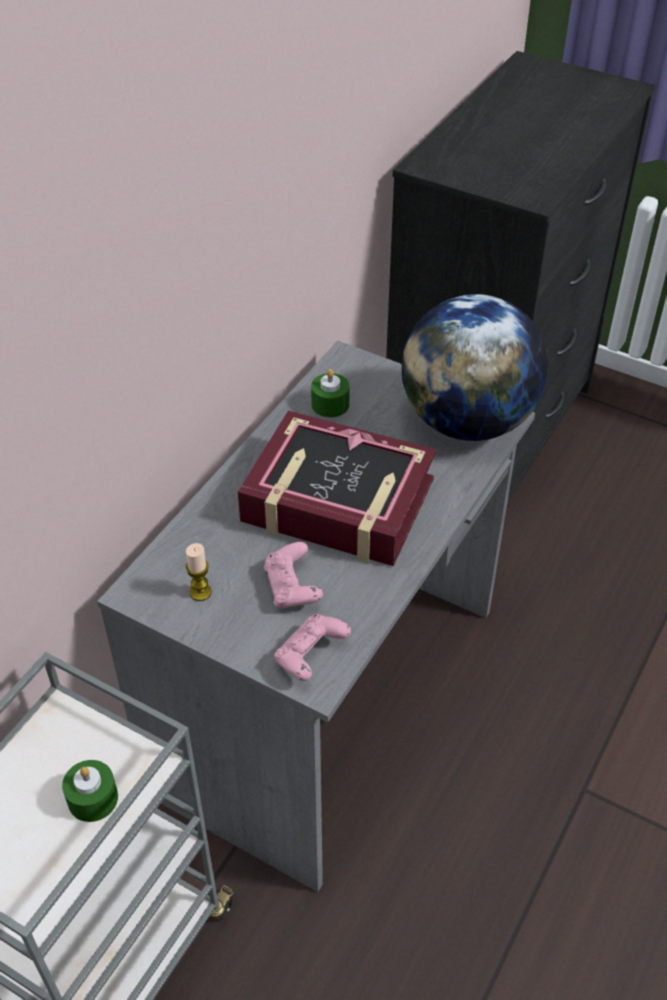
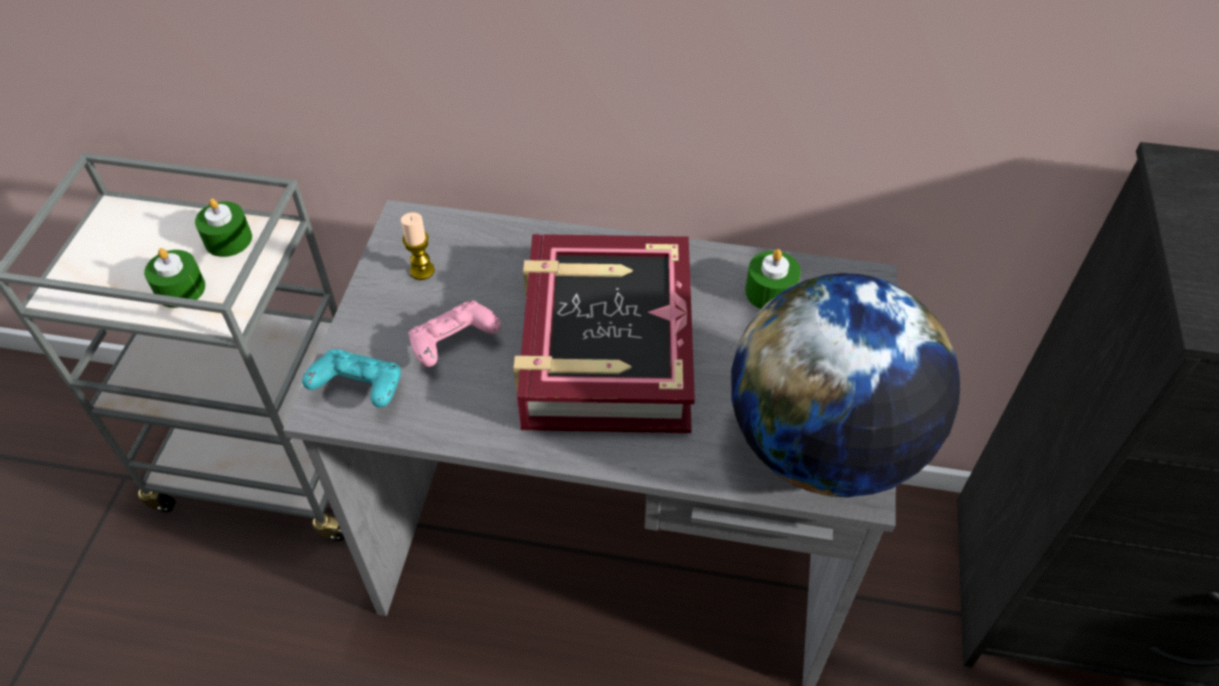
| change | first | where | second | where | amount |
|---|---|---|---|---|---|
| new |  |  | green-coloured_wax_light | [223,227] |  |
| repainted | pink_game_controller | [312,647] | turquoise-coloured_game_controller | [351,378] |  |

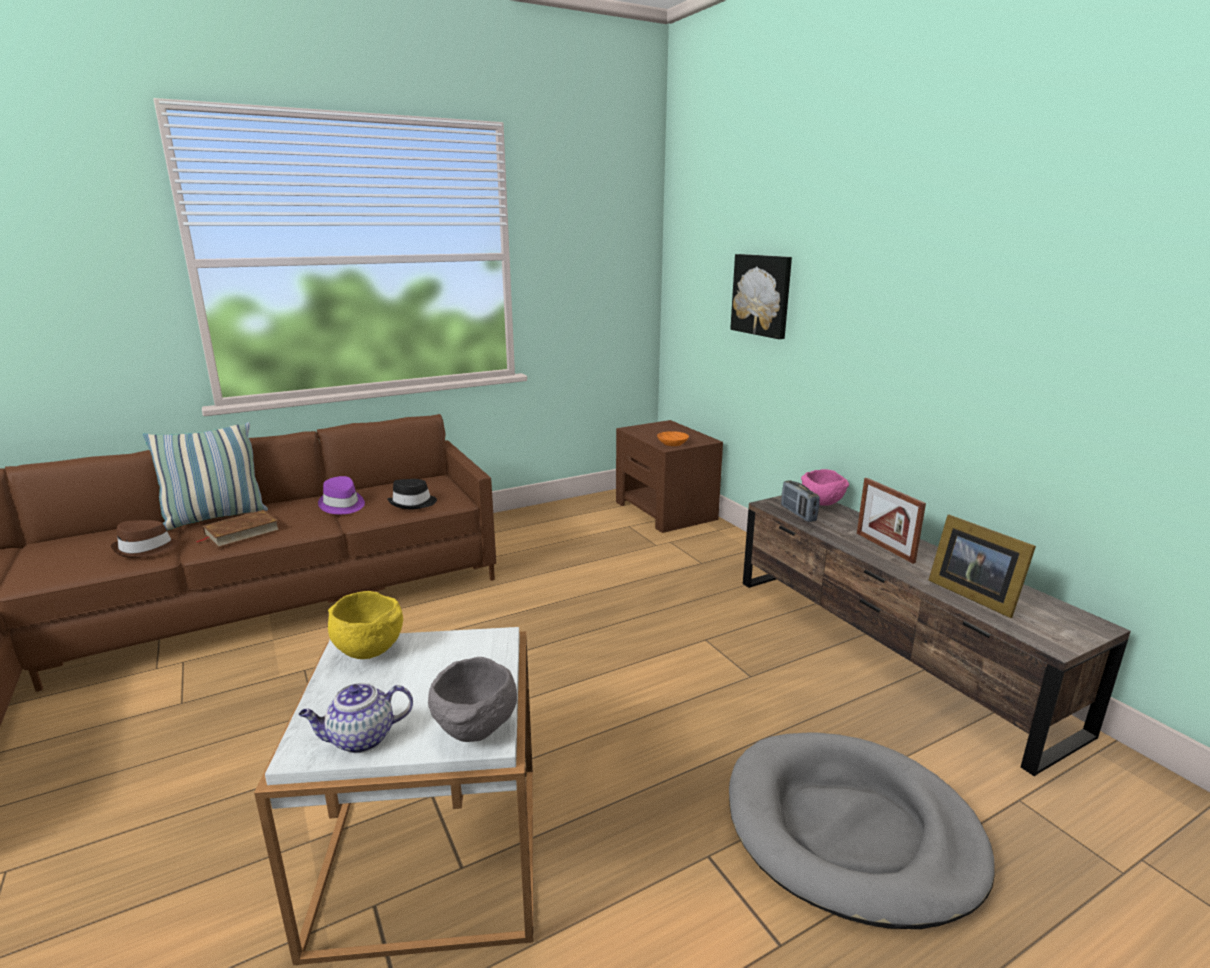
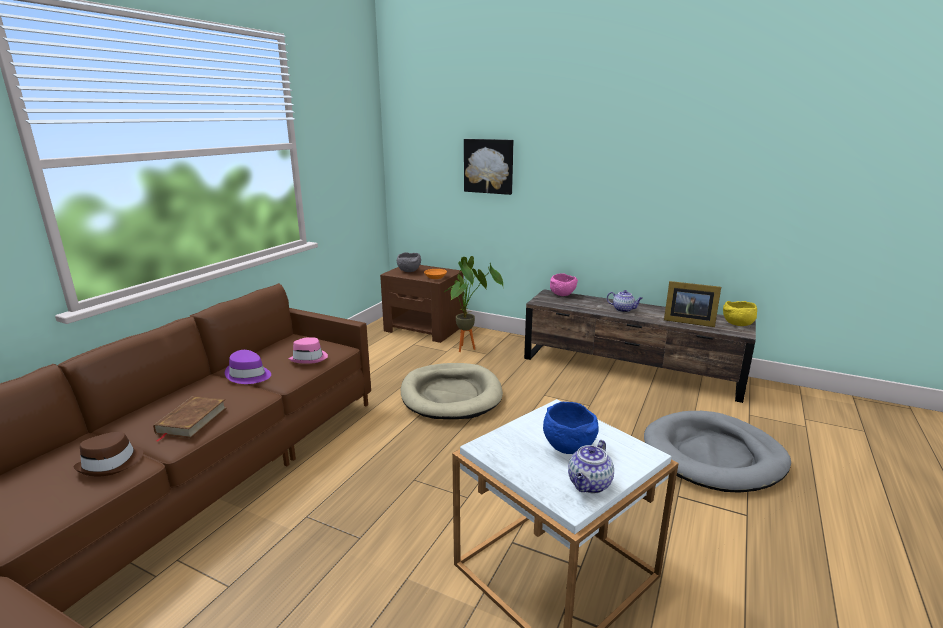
| change | first | where | second | where | amount |
|---|---|---|---|---|---|
| repainted | black_clothing_hat | [412,494] | pink_clothing_hat | [308,350] |  |
| shifted | grey_deep_dish | [472,699] |  | [409,262] |  |
| new |  |  | beige_dog_bed | [451,391] |  |
| new |  |  | houseplant | [474,304] |  |
| new |  |  | blue_deep_dish | [571,428] |  |
| swapped | picture_frame | [891,521] | teapot | [625,301] |  |
| shifted | yellow-coloured_deep_dish | [365,625] |  | [740,313] |  |
| gone | cushion | [205,476] |  |  |  |
| gone | radio_set | [800,501] |  |  |  |

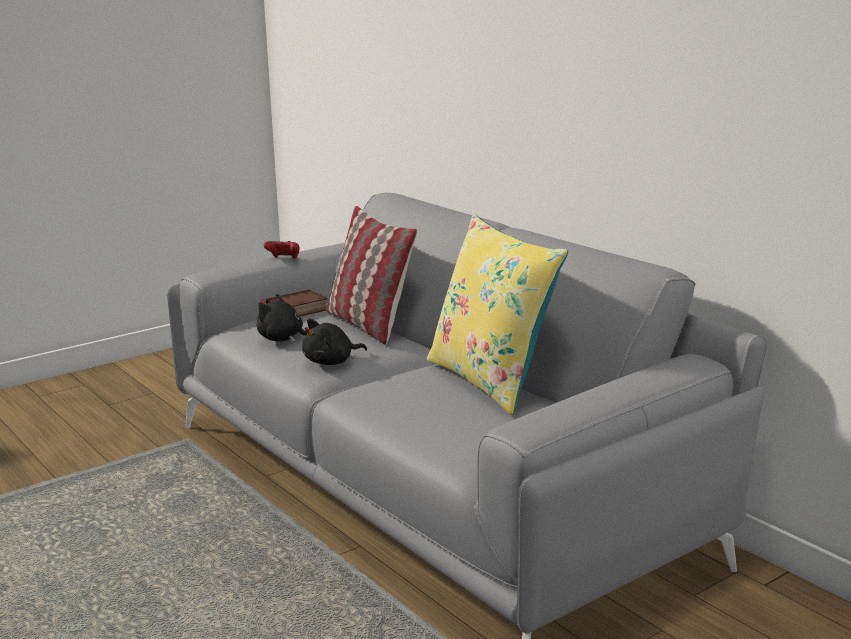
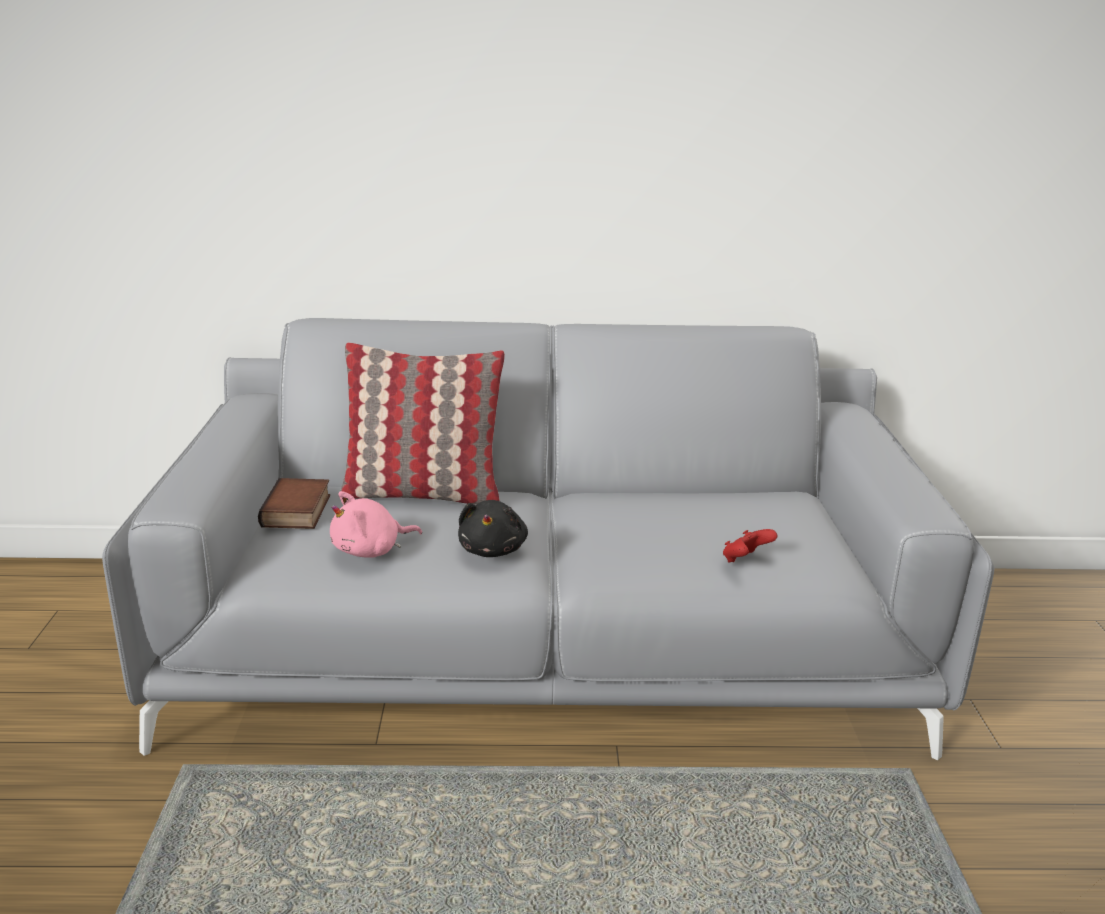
| change | first | where | second | where | amount |
|---|---|---|---|---|---|
| repainted | black_cuddly_toy | [281,318] | pink_cuddly_toy | [376,524] |  |
| shifted | red-coloured_game_controller | [281,250] |  | [750,546] |  |
| gone | yellow-coloured_cushion | [497,315] |  |  |  |

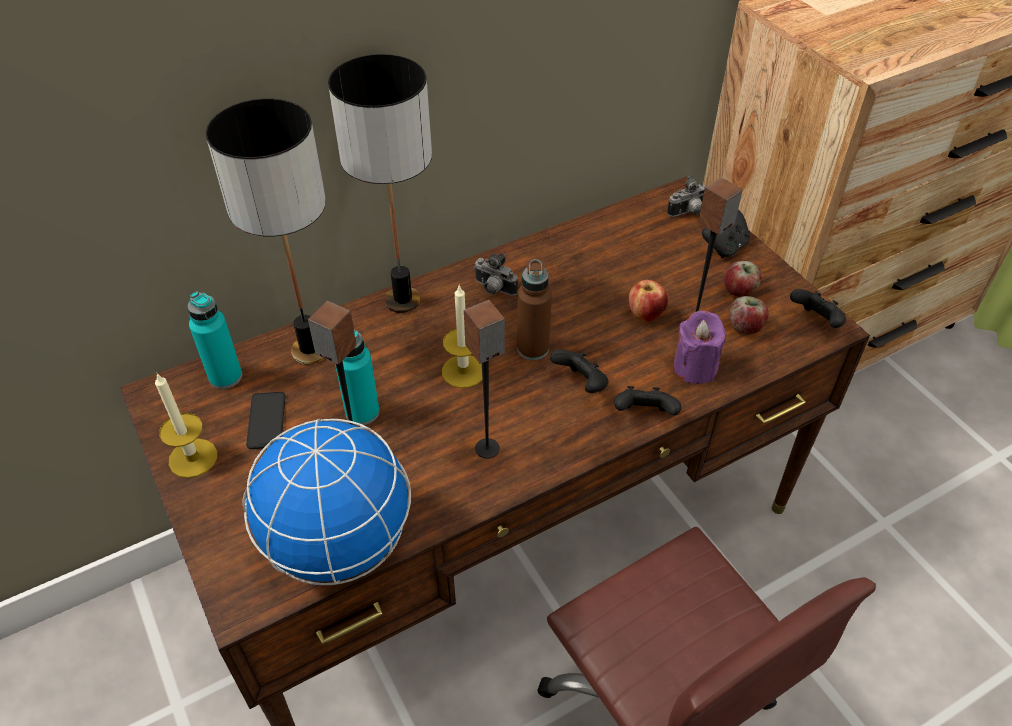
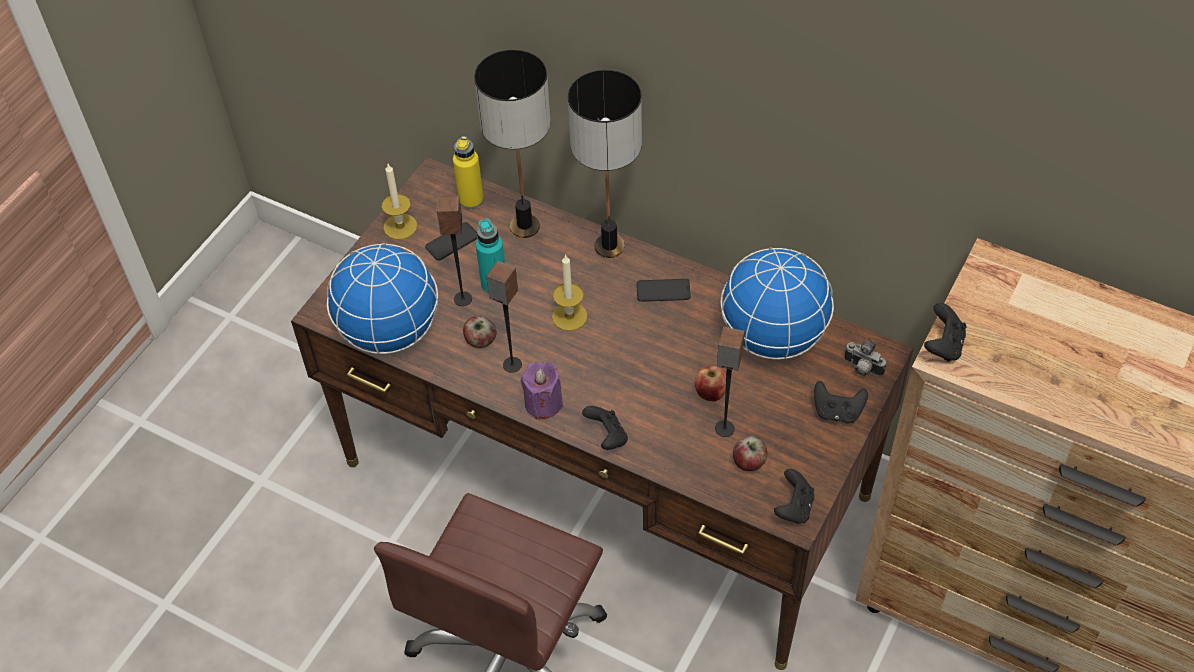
| change | first | where | second | where | amount |
|---|---|---|---|---|---|
| repainted | turquoise-coloured_bottle | [214,340] | yellow-coloured_bottle | [468,172] |  |
| shifted | apple_fruit | [743,279] |  | [480,332] |  |
| shifted | purple_wax_light | [699,347] |  | [542,390] |  |
| swapped | photo_camera | [496,274] | phone | [663,290] |  |
| new |  |  | world_globe | [777,303] |  |
| shifted | black_game_controller | [579,371] |  | [945,332] |  |
| gone | brown_bottle | [534,309] |  |  |  |

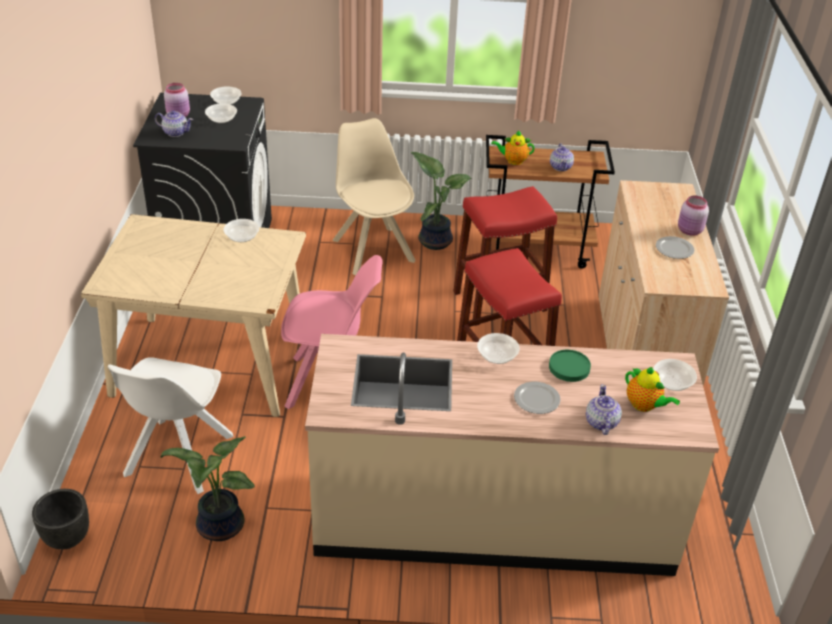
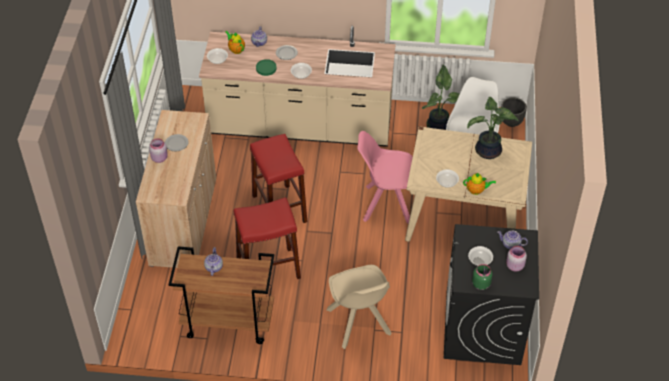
| change | first | where | second | where | amount |
|---|---|---|---|---|---|
| shifted | teapot | [513,147] |  | [479,184] |  |
| shifted | houseplant | [441,201] |  | [493,128] |  |
| swapped | deep_dish | [226,95] | green-coloured_preserve_jar | [482,277] |  |

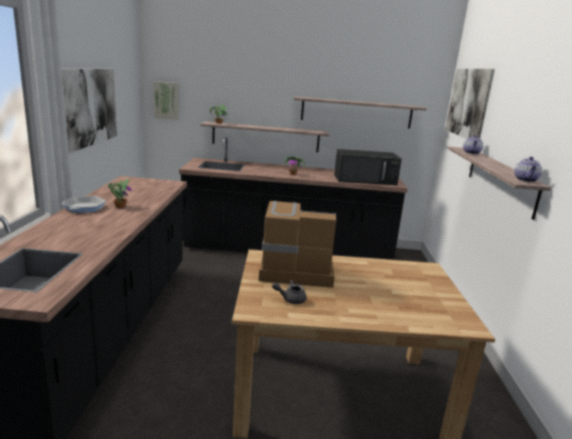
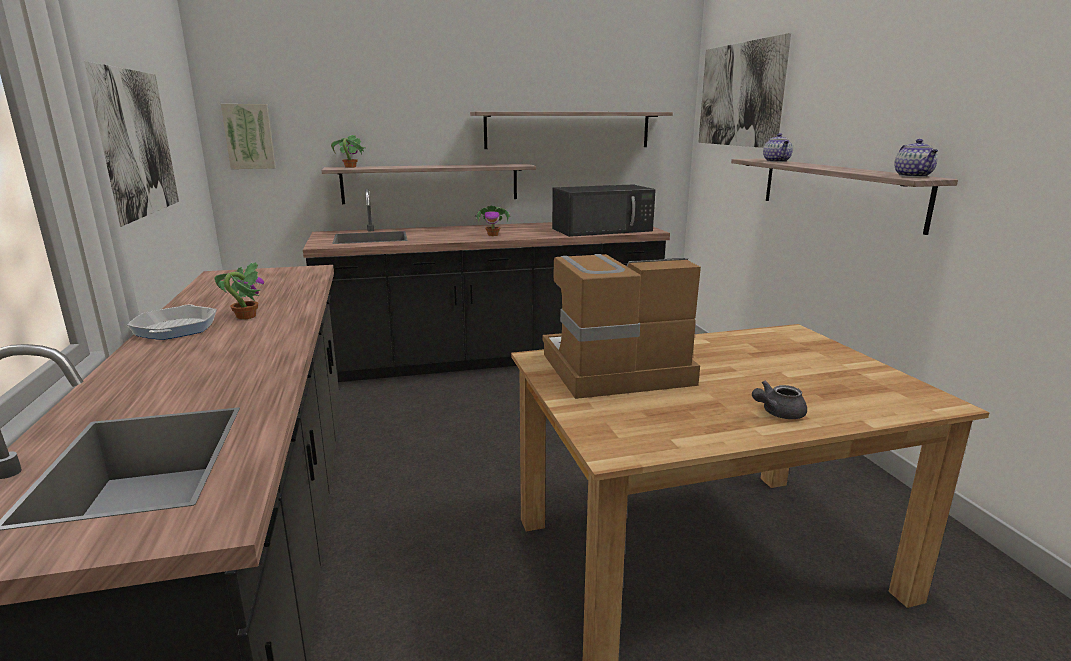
| change | first | where | second | where | amount |
|---|---|---|---|---|---|
| shifted | grey_teapot | [289,292] |  | [779,400] |  |

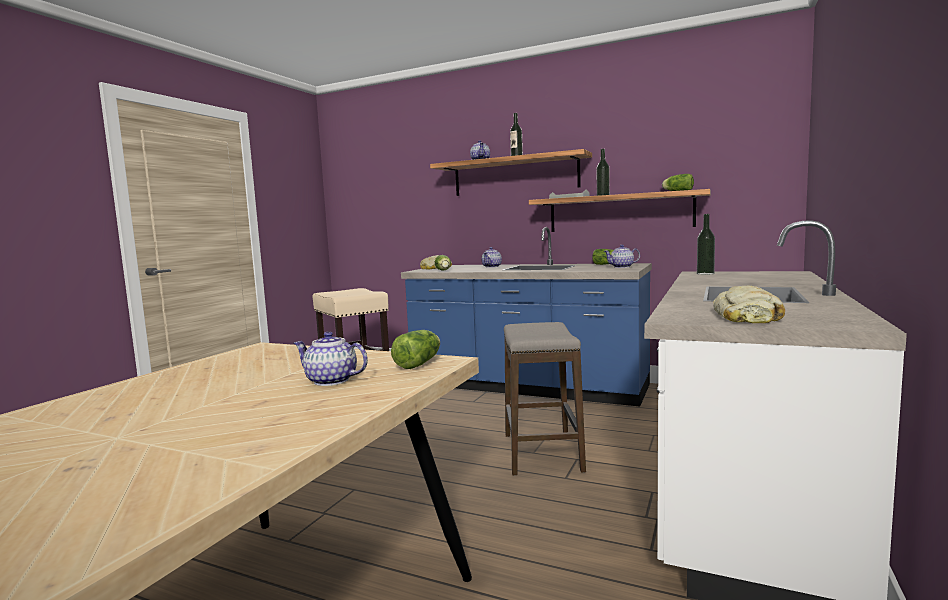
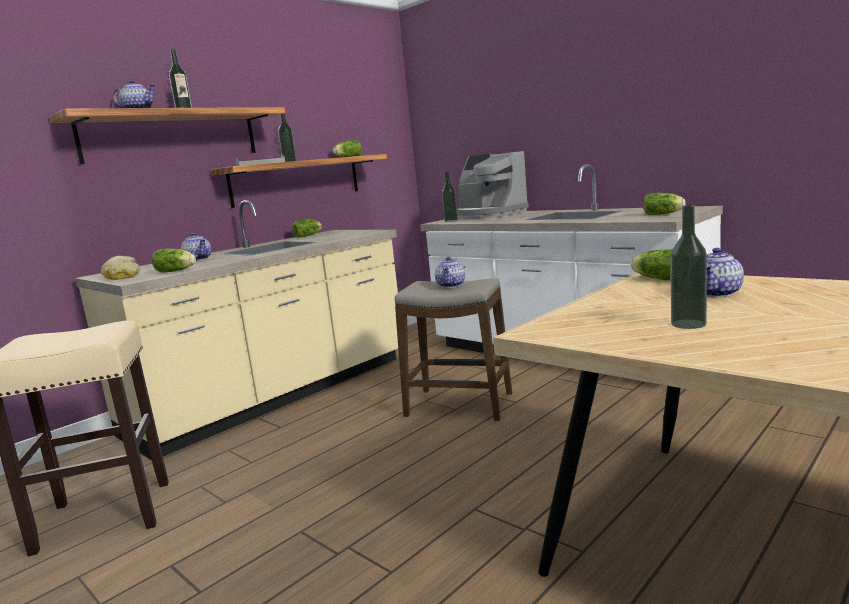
| change | first | where | second | where | amount |
|---|---|---|---|---|---|
| repainted | blue_kitchen_counter | [526,317] | beige_kitchen_counter | [236,330] |  |
| shifted | teapot | [622,256] |  | [450,272] |  |
| new |  |  | coffee_brewer | [493,185] |  |
| swapped | bread | [749,304] | lettuce_head | [664,204] |  |
| new |  |  | bottle | [688,267] |  |

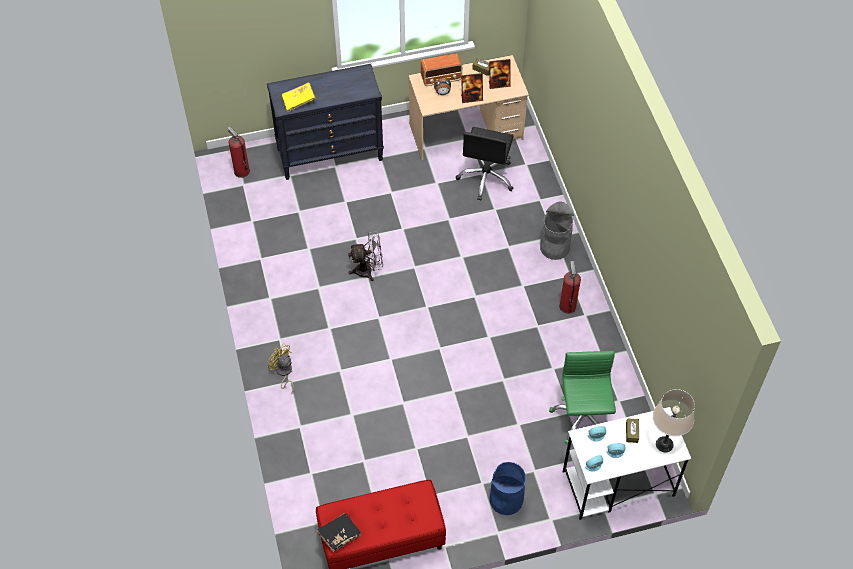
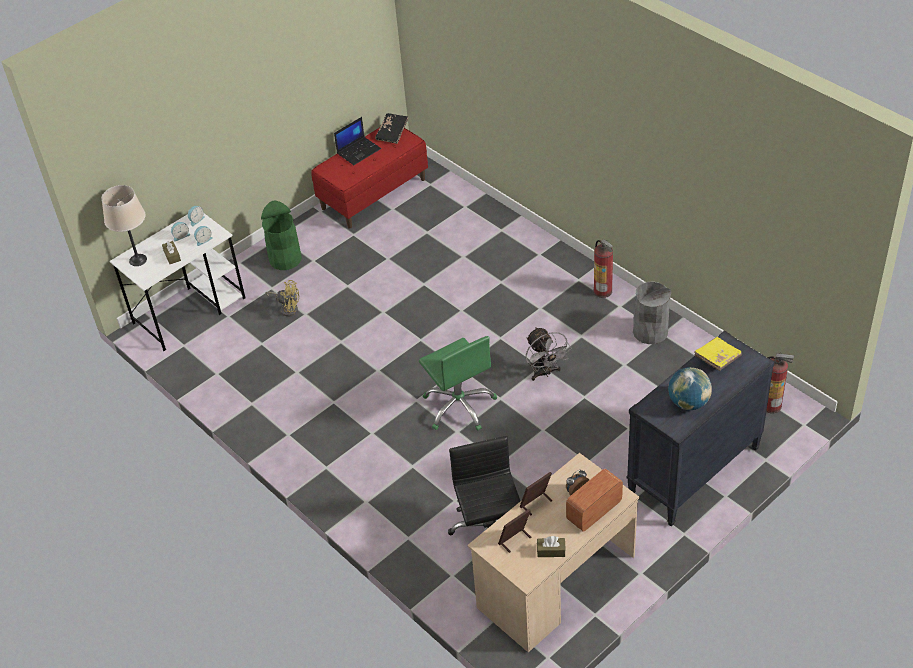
| change | first | where | second | where | amount |
|---|---|---|---|---|---|
| repainted | blue_trash_can | [508,488] | green-coloured_trash_can | [281,235] |  |
| shifted | yellow-coloured_cooling_fan | [281,368] |  | [282,298] |  |
| new |  |  | notebook_computer | [357,141] |  |
| shifted | green-coloured_computer_chair | [582,397] |  | [458,383] |  |
| rotated | grey_cooling_fan | [365,256] |  | [548,354] | 75 degrees counterclockwise |
| shifted | fire_extinguisher | [570,287] |  | [603,268] |  |
| shifted | grey_trash_can | [557,231] |  | [652,313] |  |
| new |  |  | world_globe | [690,388] |  |

